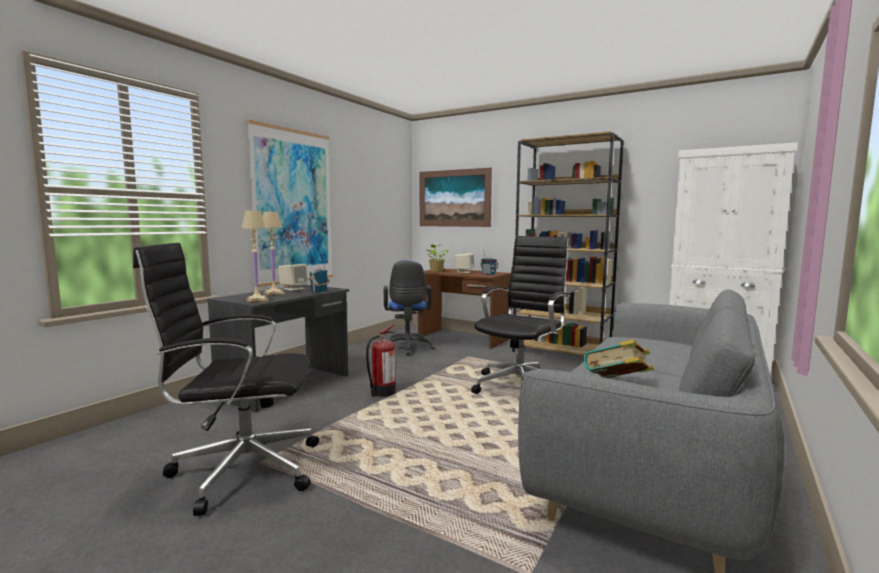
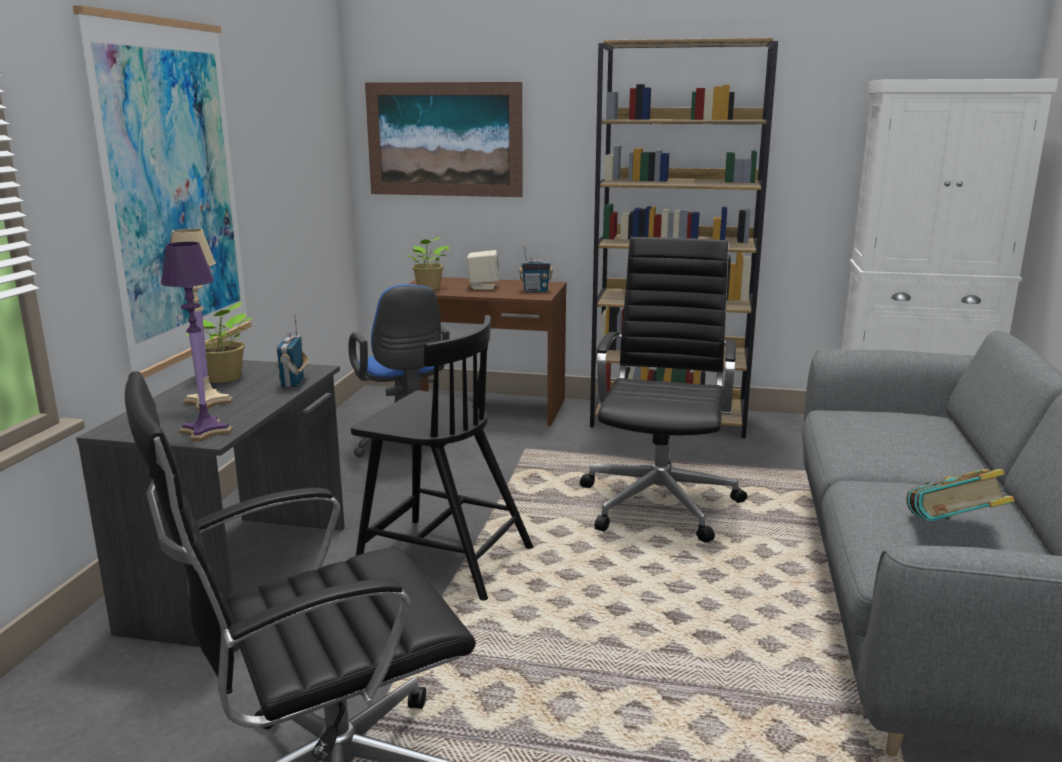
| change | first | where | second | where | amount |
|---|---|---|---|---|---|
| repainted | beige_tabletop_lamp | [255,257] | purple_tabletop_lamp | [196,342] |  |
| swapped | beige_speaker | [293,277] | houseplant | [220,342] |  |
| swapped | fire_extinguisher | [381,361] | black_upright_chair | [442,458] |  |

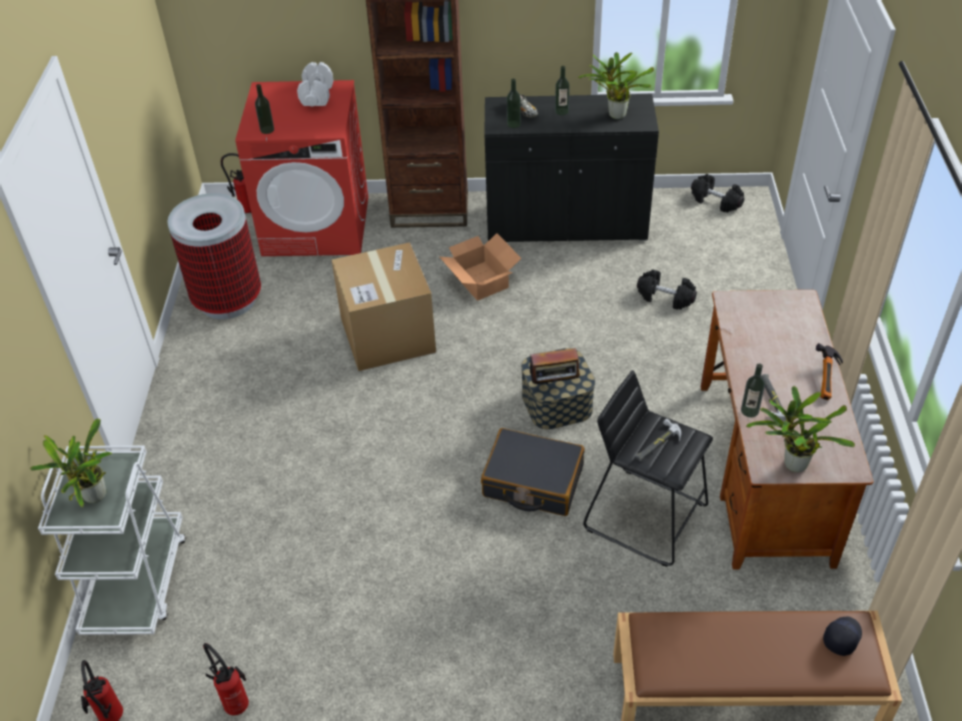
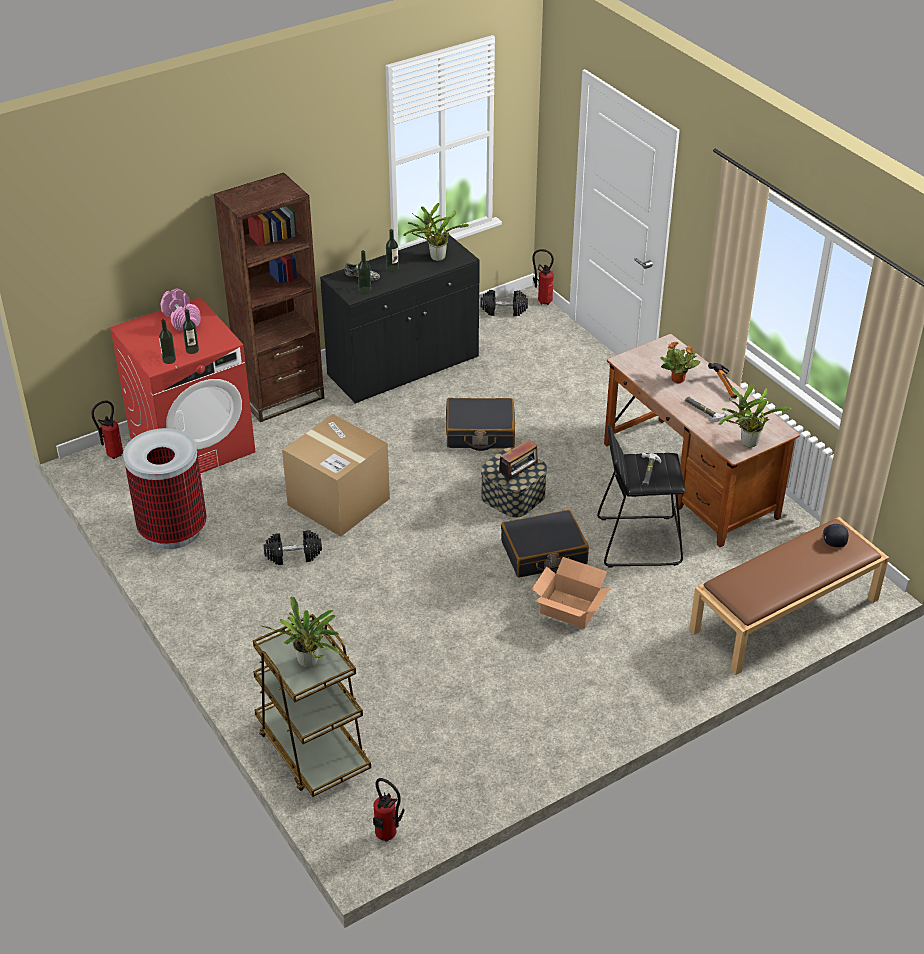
| change | first | where | second | where | amount |
|---|---|---|---|---|---|
| repainted | white_hand_weight | [315,84] | pink_hand_weight | [180,310] |  |
| shifted | bottle | [753,390] |  | [190,331] |  |
| repainted | white_cart | [112,540] | brown_cart | [312,705] |  |
| shifted | black_hand_weight | [667,290] |  | [293,547] |  |
| new |  |  | black_piece_of_luggage | [480,424] |  |
| shifted | fire_extinguisher | [226,679] |  | [543,277] |  |
| shifted | cardboard_box | [480,267] |  | [571,593] |  |
| new |  |  | houseplant | [680,362] |  |

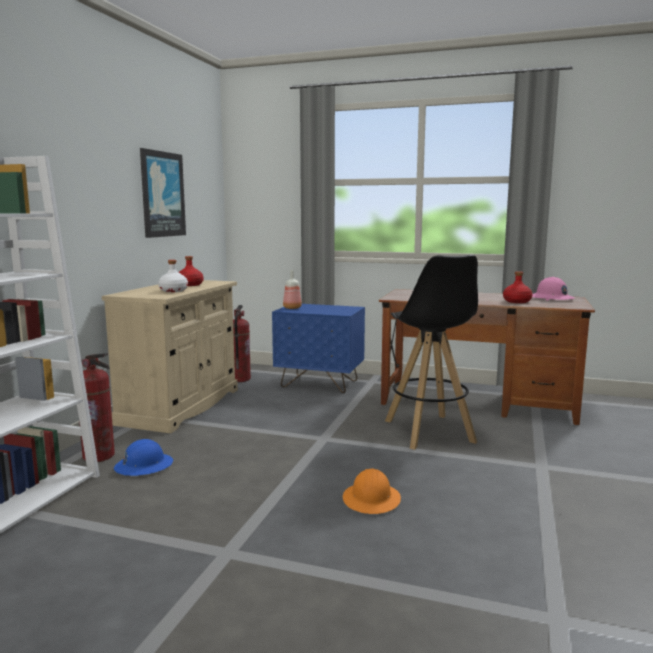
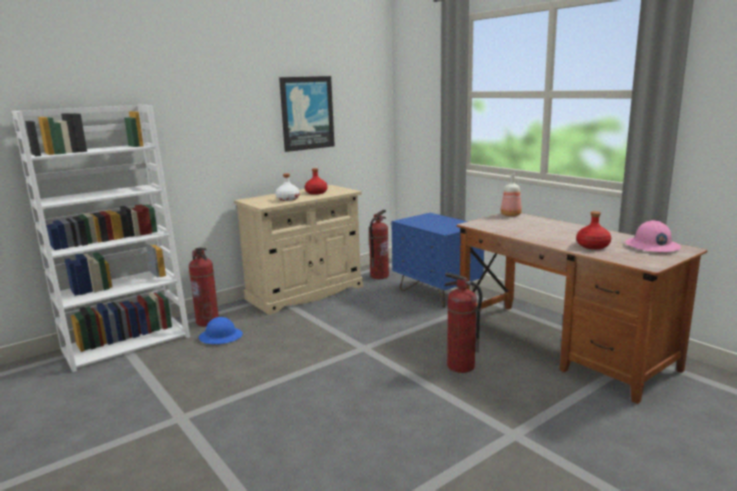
| change | first | where | second | where | amount |
|---|---|---|---|---|---|
| swapped | black_stool | [431,352] | fire_extinguisher | [463,322] |  |
| shifted | bottle | [292,289] |  | [511,195] |  |
| gone | orangey_hard_hat | [372,491] |  |  |  |

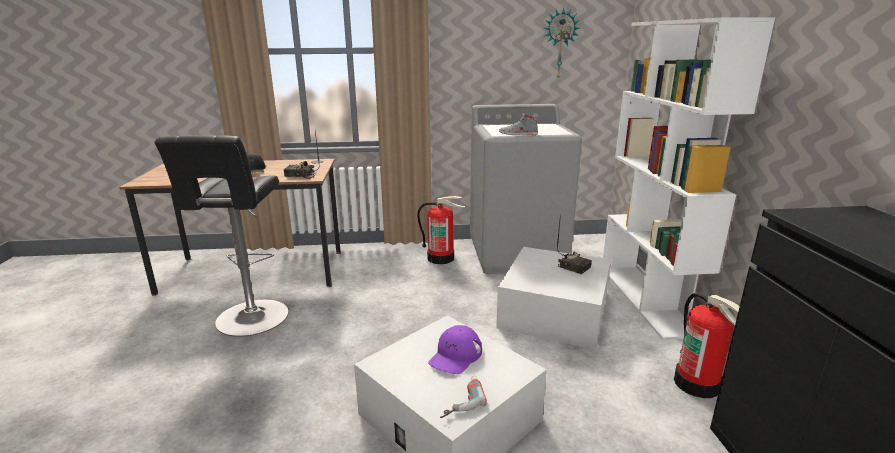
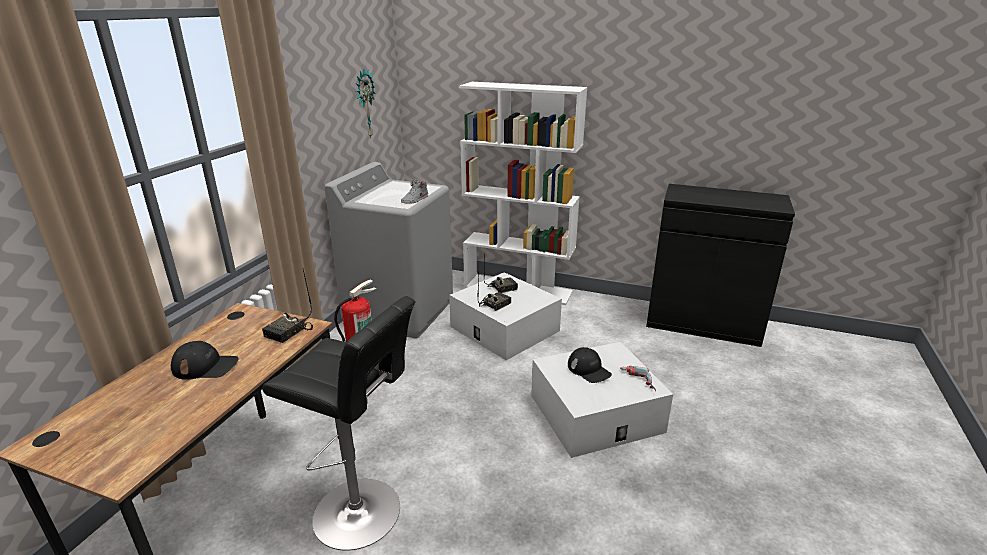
| change | first | where | second | where | amount |
|---|---|---|---|---|---|
| new |  |  | radio_set | [494,292] |  |
| repainted | purple_baseball_cap | [455,349] | black_baseball_cap | [590,365] |  |
| gone | fire_extinguisher | [707,345] |  |  |  |

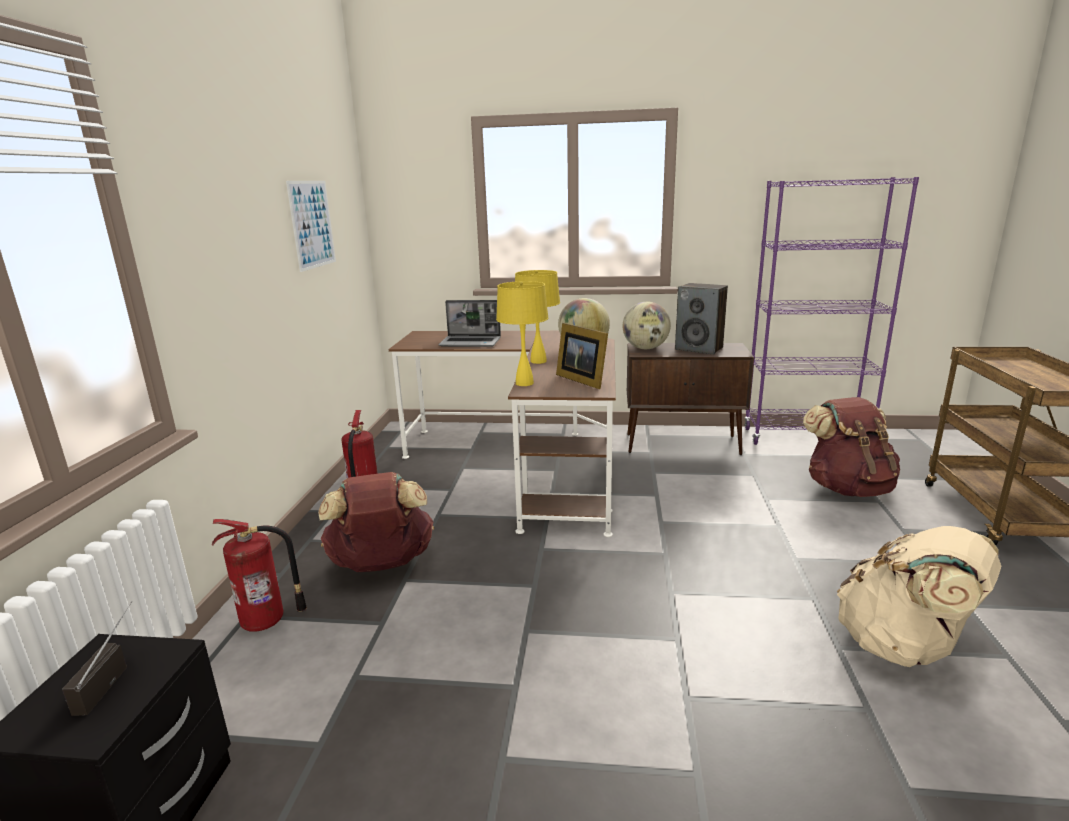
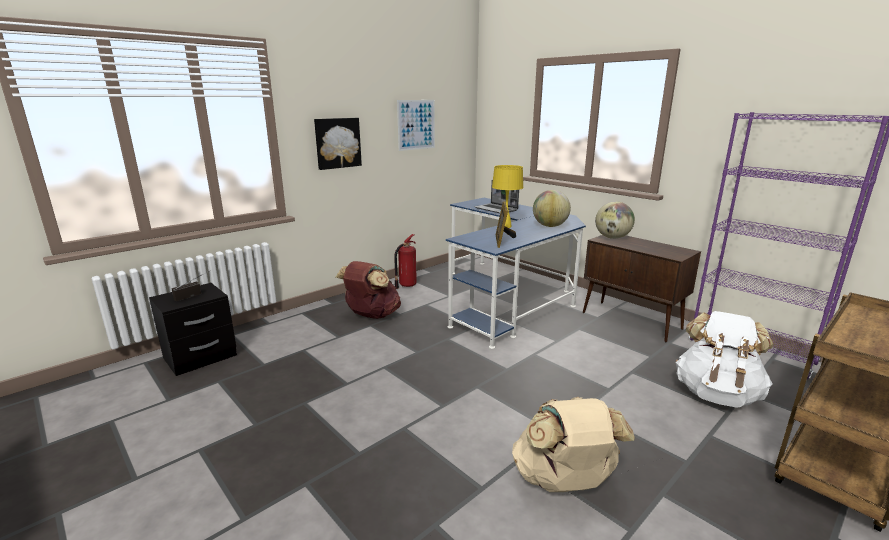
| change | first | where | second | where | amount |
|---|---|---|---|---|---|
| new |  |  | wall_picture | [338,144] |  |
| repainted | brown_desk | [502,434] | blue_desk | [516,273] |  |
| repainted | brown_knapsack | [851,447] | white_knapsack | [725,359] |  |
| gone | fire_extinguisher | [259,575] |  |  |  |
| gone | yellow-coloured_tabletop_lamp | [522,333] |  |  |  |
| gone | speaker | [701,318] |  |  |  |

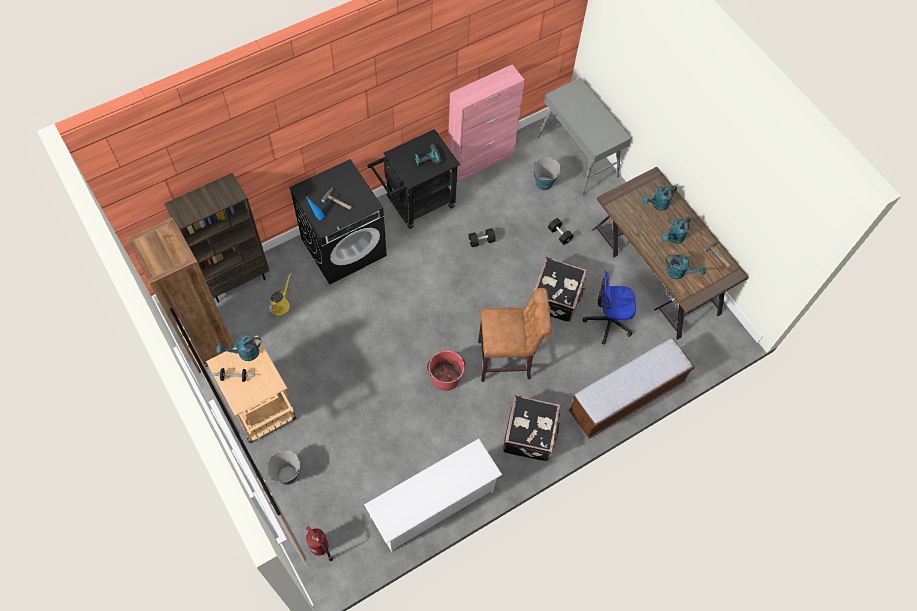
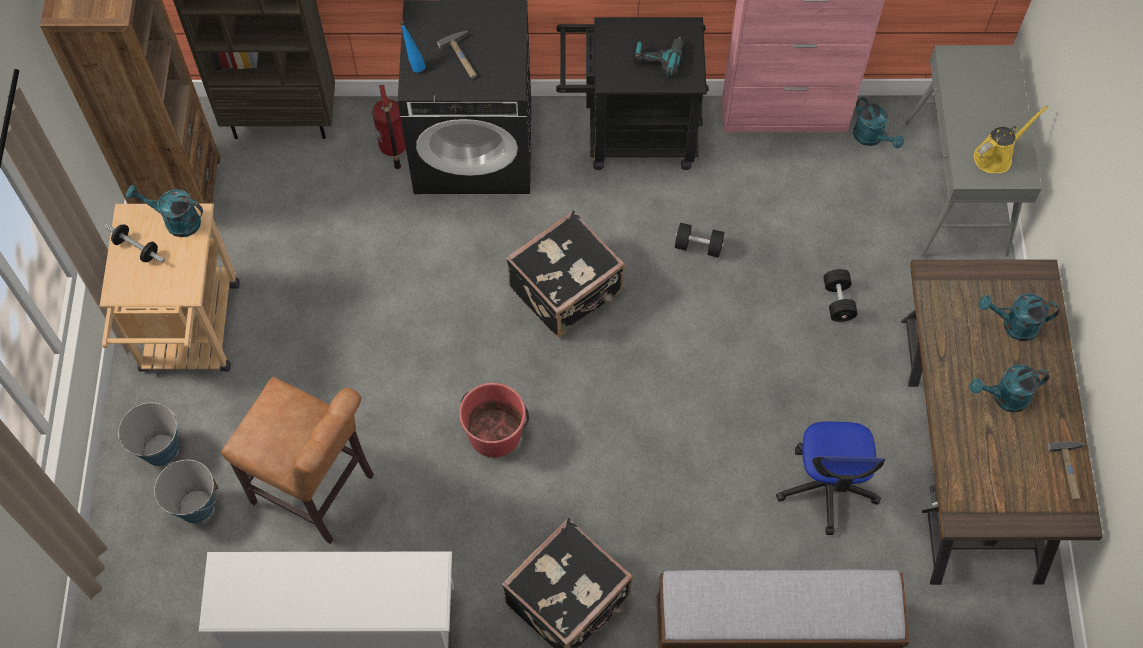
| change | first | where | second | where | amount |
|---|---|---|---|---|---|
| shifted | bucket | [547,173] |  | [186,491] |  |
| shifted | brown_stool | [515,335] |  | [297,460] |  |
| shifted | fire_extinguisher | [319,543] |  | [389,127] |  |
| shifted | black_piece_of_luggage | [560,289] |  | [565,274] |  |
| rotated | computer_chair | [609,308] |  | [830,478] | 120 degrees counterclockwise |
| shifted | turquoise-coloured_watering_can | [686,266] |  | [878,122] |  |
| shifted | yellow-coloured_watering_can | [279,293] |  | [1011,139] |  |

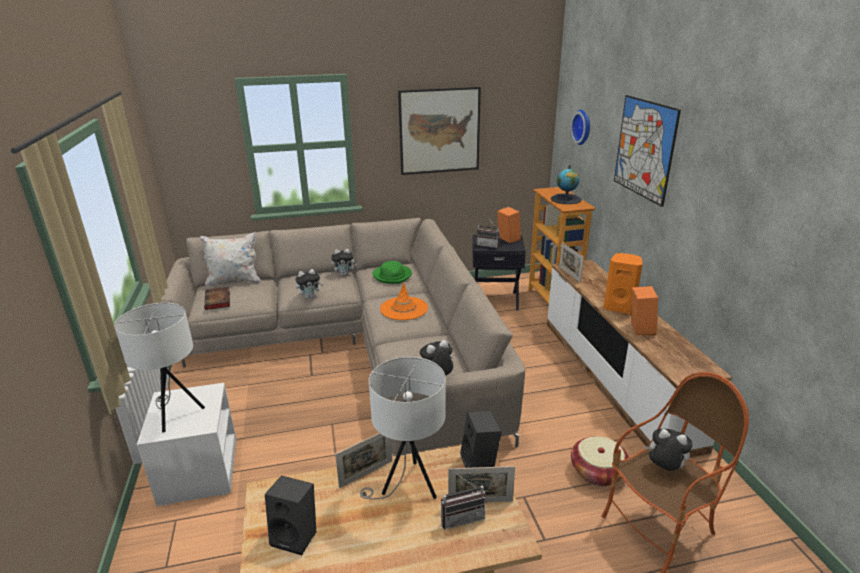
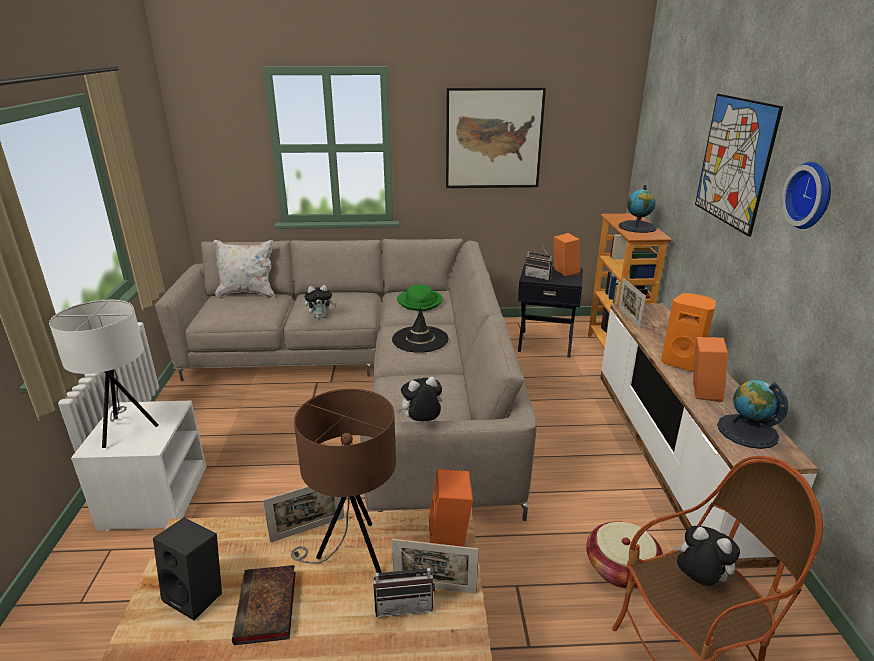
| change | first | where | second | where | amount |
|---|---|---|---|---|---|
| shifted | bound_book | [217,298] |  | [264,605] |  |
| repainted | white_tabletop_lamp | [403,428] | brown_tabletop_lamp | [343,481] |  |
| repainted | orangey_clothing_hat | [404,301] | black_clothing_hat | [420,330] |  |
| repainted | black_speaker | [481,439] | orangey_speaker | [451,508] |  |
| new |  |  | world_globe | [752,414] |  |
| shifted | clock_on_the_wall | [580,127] |  | [806,195] |  |
| gone | cuddly_toy | [344,262] |  |  |  |

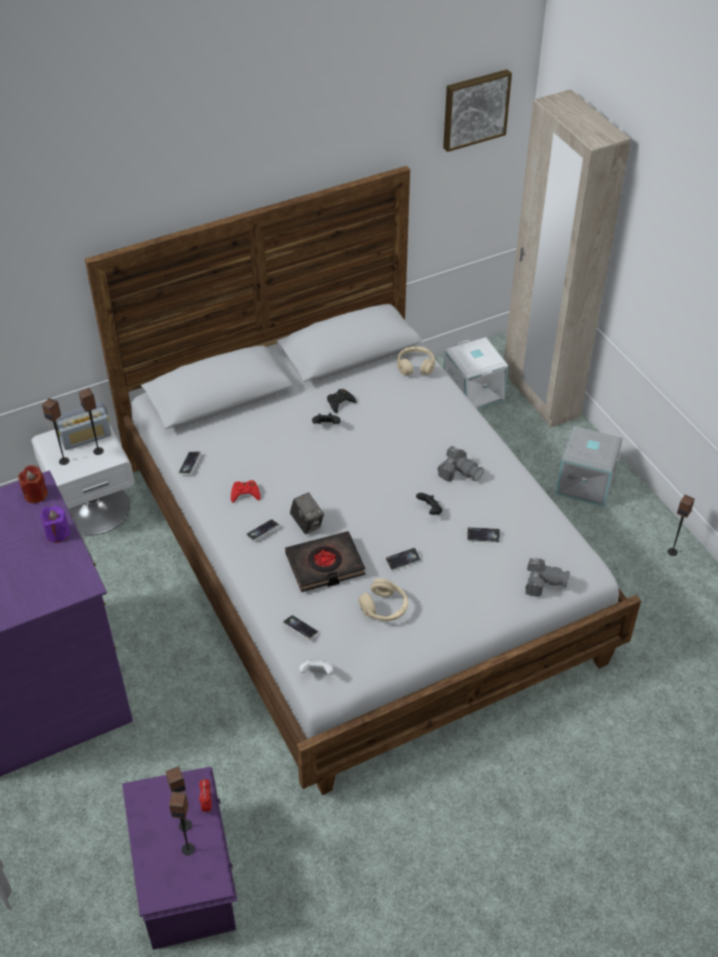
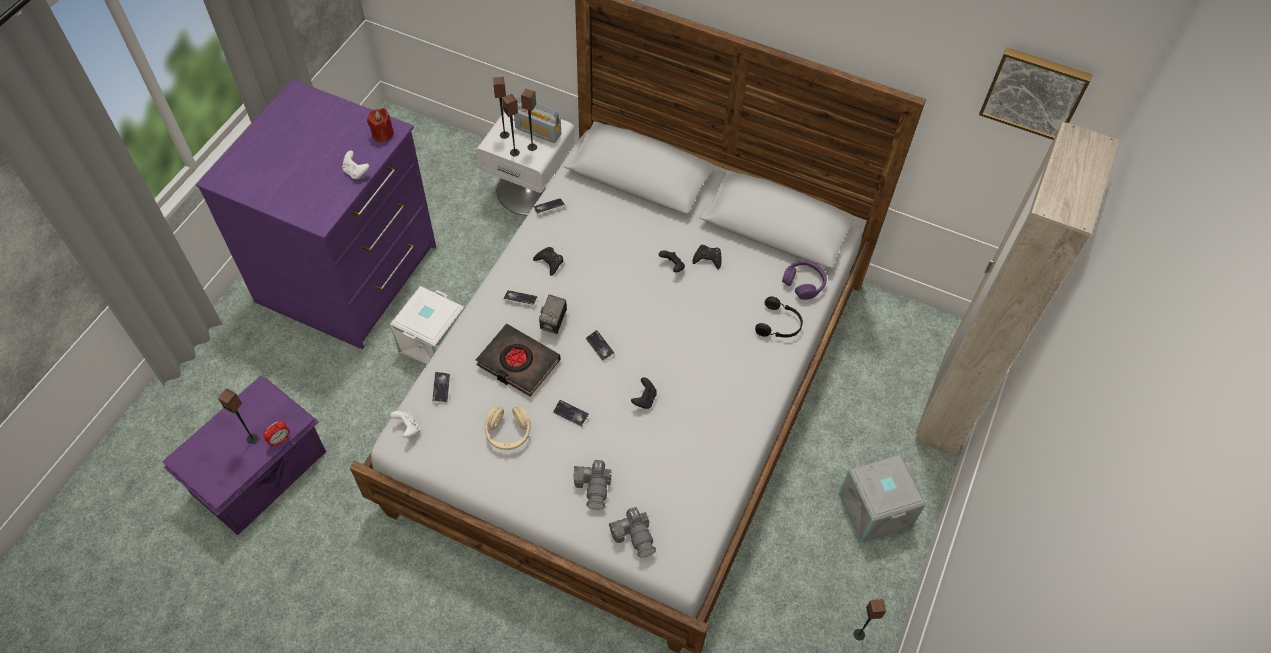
| change | first | where | second | where | amount |
|---|---|---|---|---|---|
| swapped | purple_wax_light | [55,524] | white_game_controller | [355,165] |  |
| shifted | white_storage_container | [476,373] |  | [427,326] |  |
| shifted | speaker | [182,824] |  | [511,125] |  |
| repainted | red-coloured_game_controller | [246,491] | black_game_controller | [548,261] |  |
| shifted | photo_camera | [461,464] |  | [592,485] |  |
| shifted | phone | [483,535] |  | [600,345] |  |
| new |  |  | black_headset | [779,317] |  |
| repainted | beige_headset | [416,360] | purple_headset | [804,280] |  |

